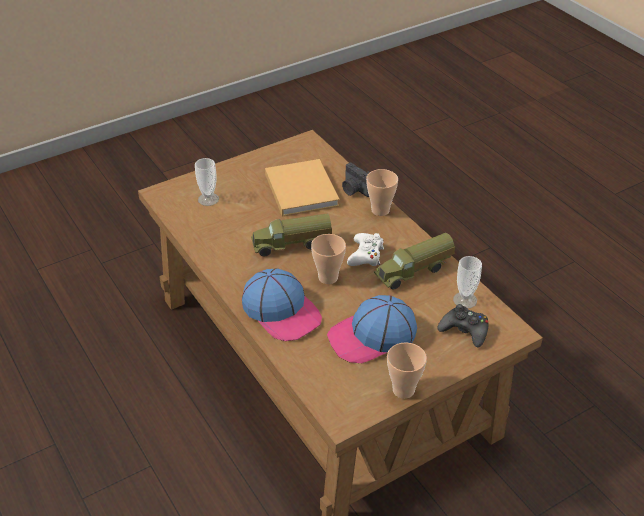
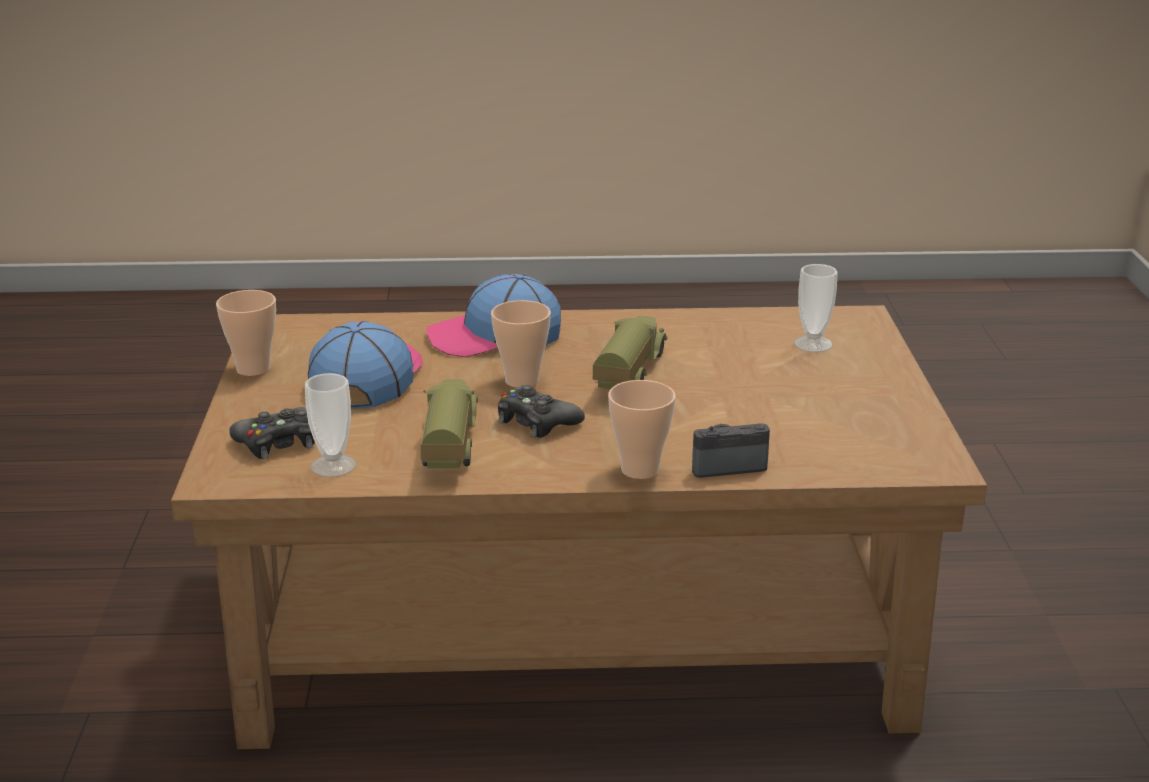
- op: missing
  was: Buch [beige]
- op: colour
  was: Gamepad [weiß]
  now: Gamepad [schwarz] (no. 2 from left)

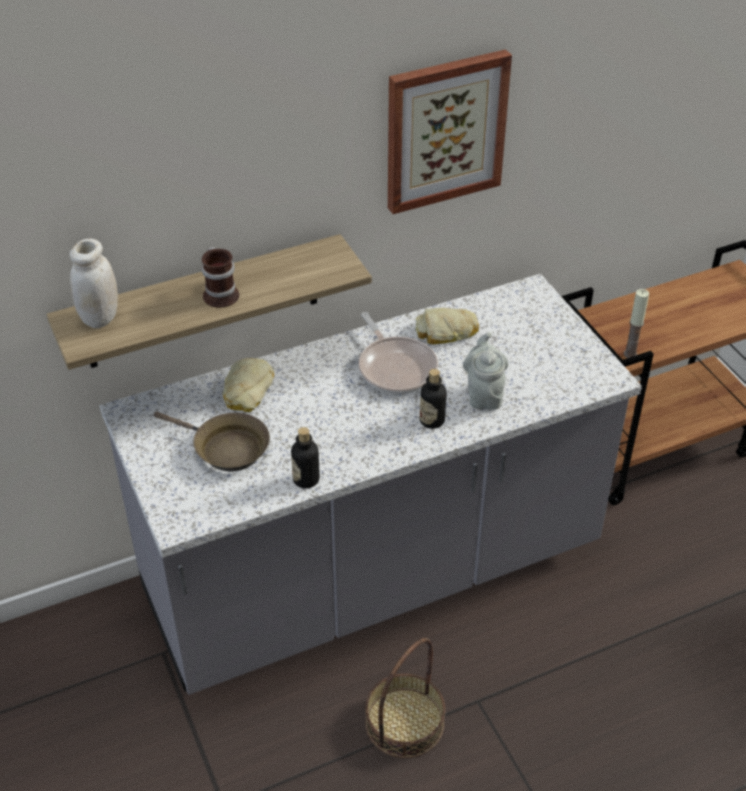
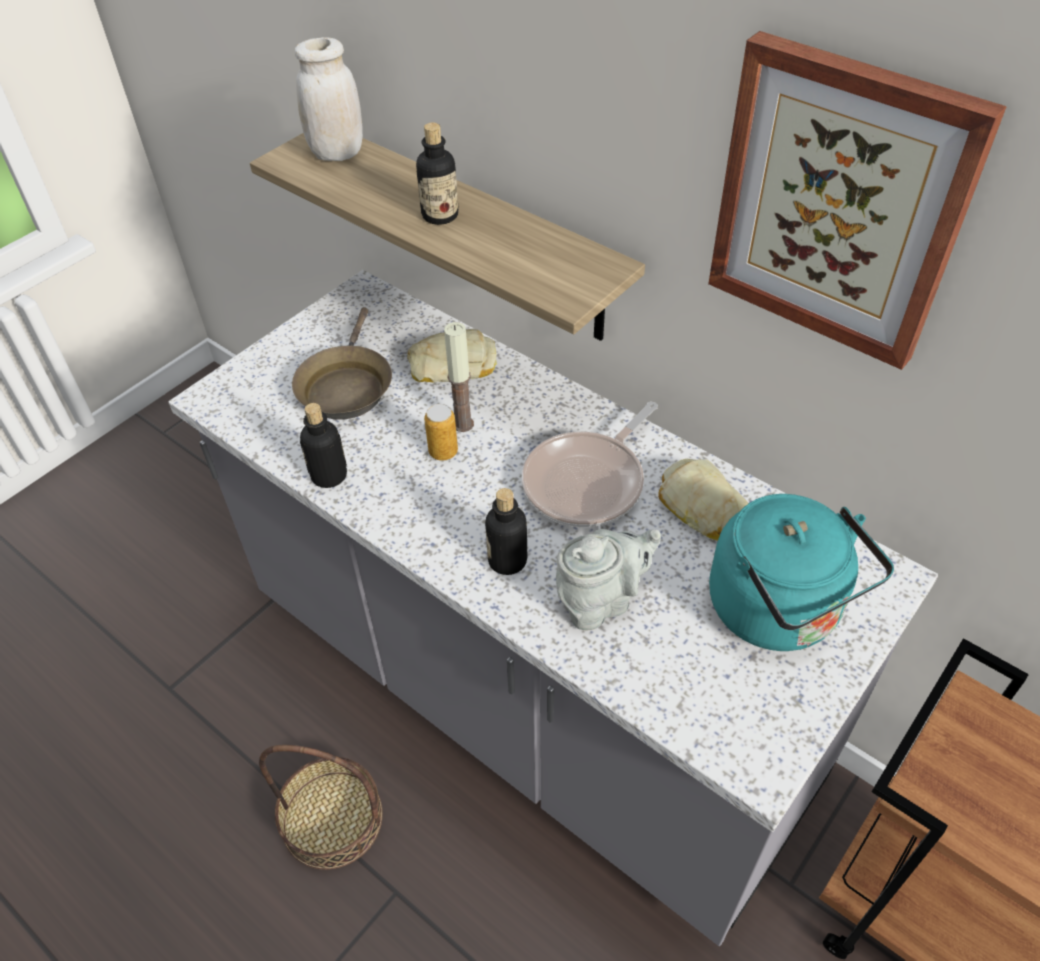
- op: appeared
  now: Dose
- op: appeared
  now: Wasserkessel [türkis]
- op: relocated
  was: Kerze
- op: exchanged
  was: Henkelbecher
  now: Flasche (no. 2 from left)

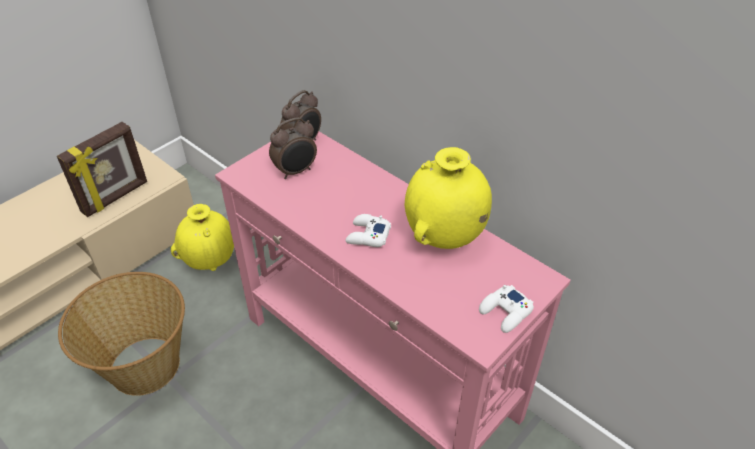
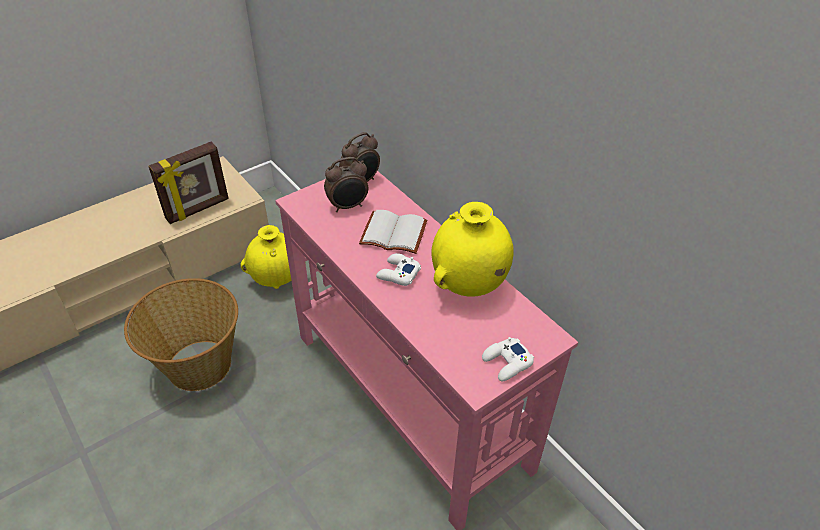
- op: appeared
  now: Buch [weiß]

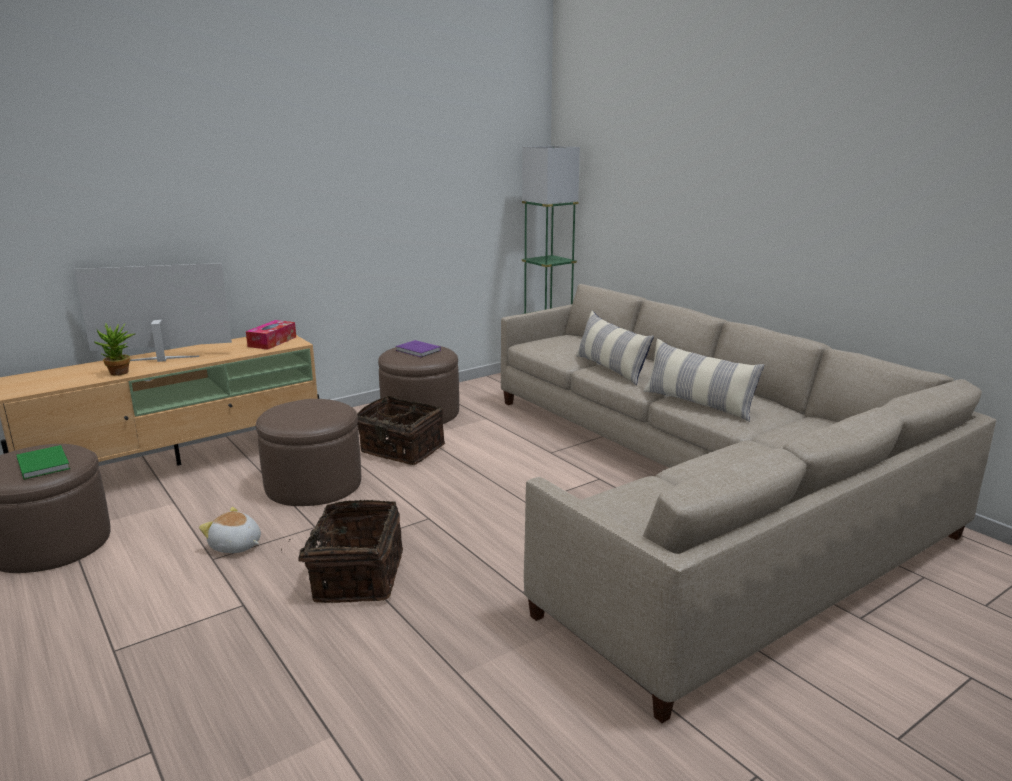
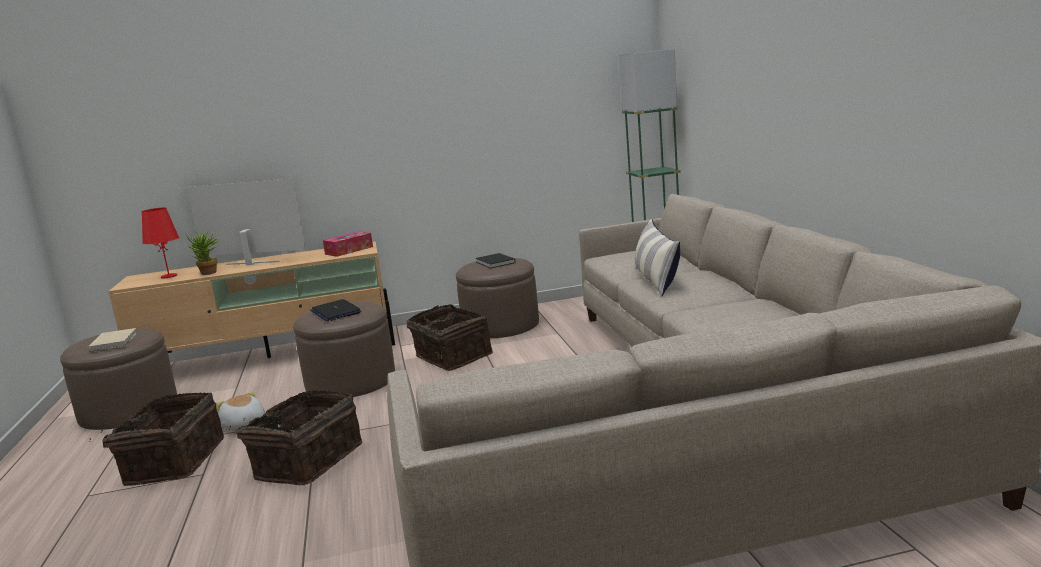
- op: missing
  was: Kissen (no. 2 from left)
- op: appeared
  now: Korb (no. 1 from left)
- op: appeared
  now: Tischlampe [rot]
- op: appeared
  now: Laptop
- op: colour
  was: Buch [grün]
  now: Buch [beige]
- op: colour
  was: Buch [lila]
  now: Buch [schwarz]

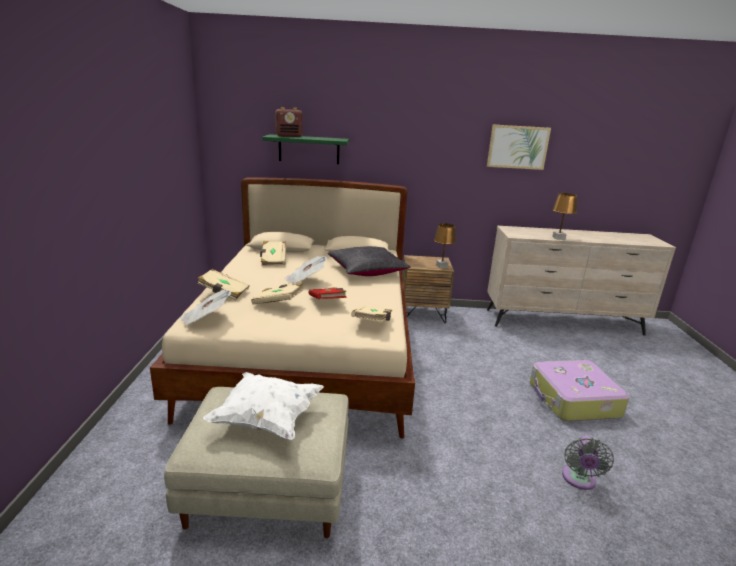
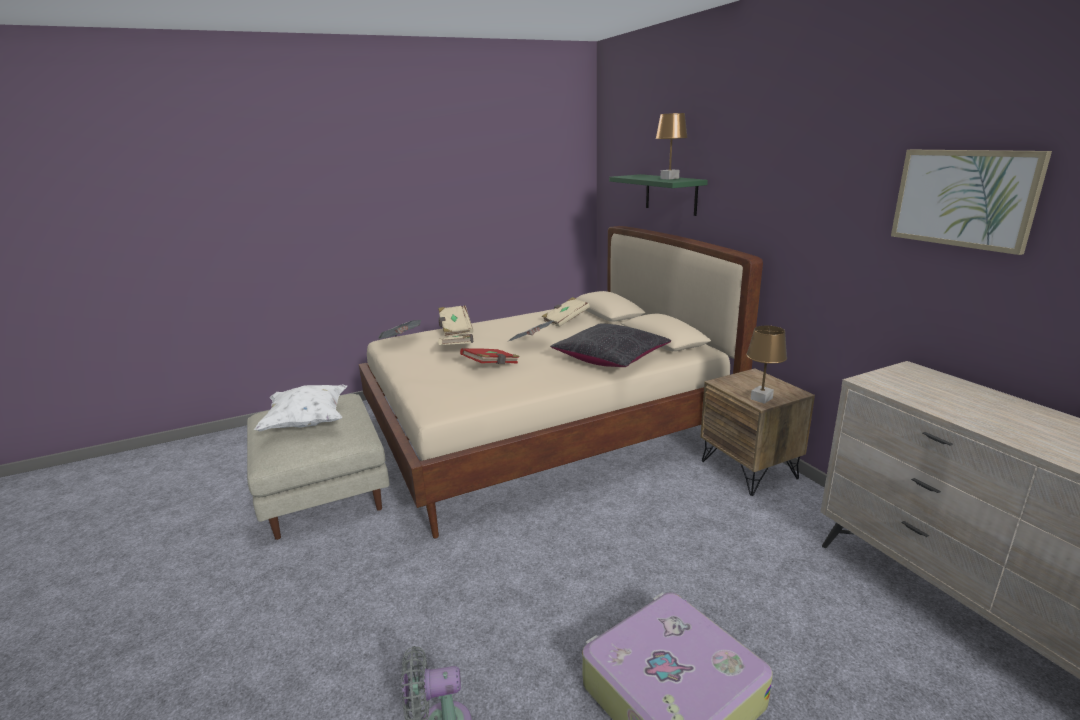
- op: missing
  was: Radio
- op: missing
  was: Buch [beige] (no. 4 from left)
- op: relocated
  was: Tischlampe [braun] (no. 2 from left in the first image)
  now: Tischlampe [braun] (no. 1 from left)

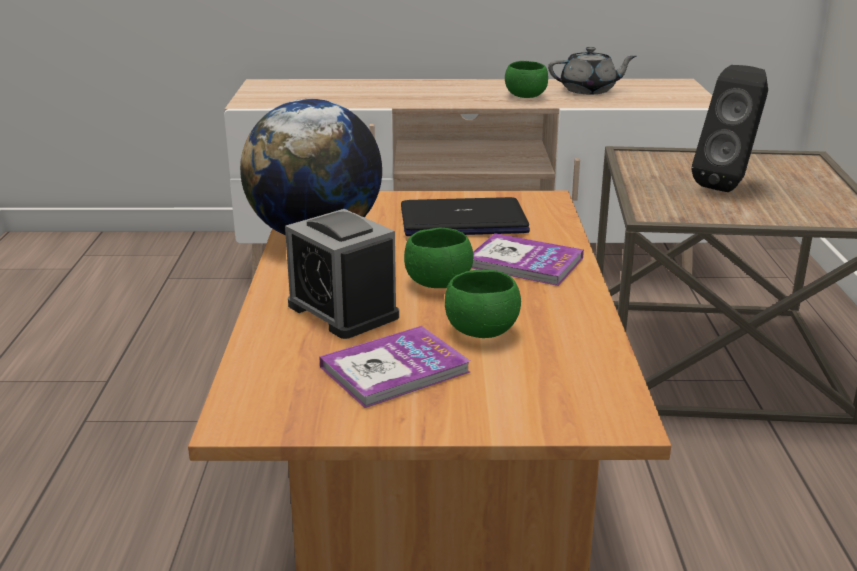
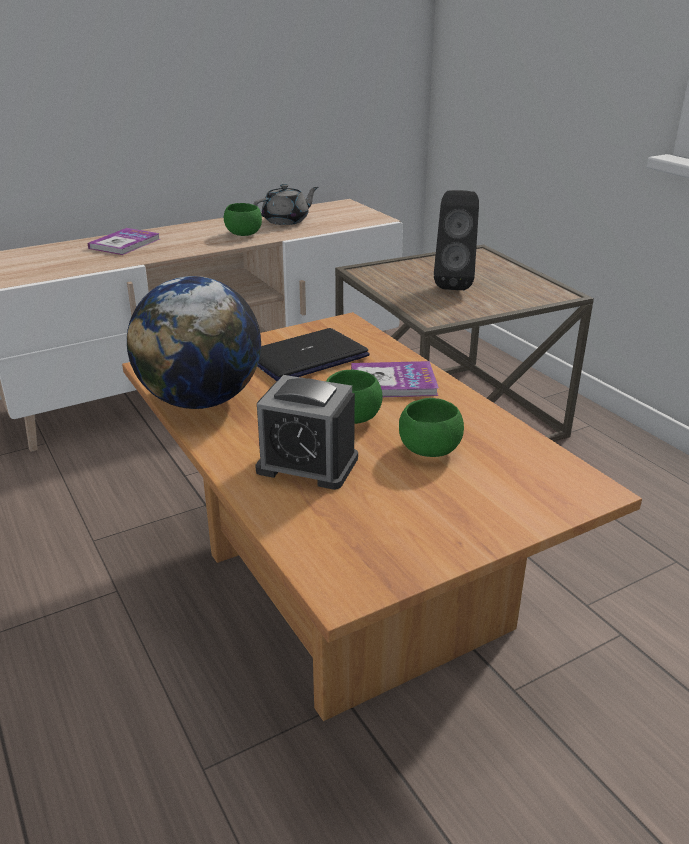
- op: relocated
  was: Buch (no. 1 from left)

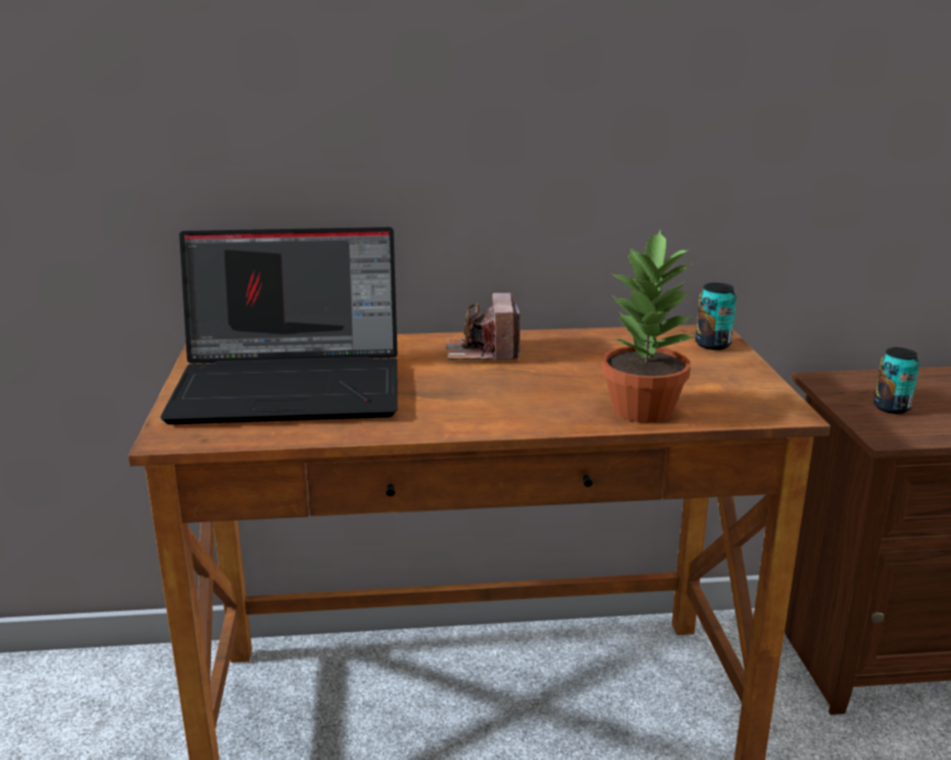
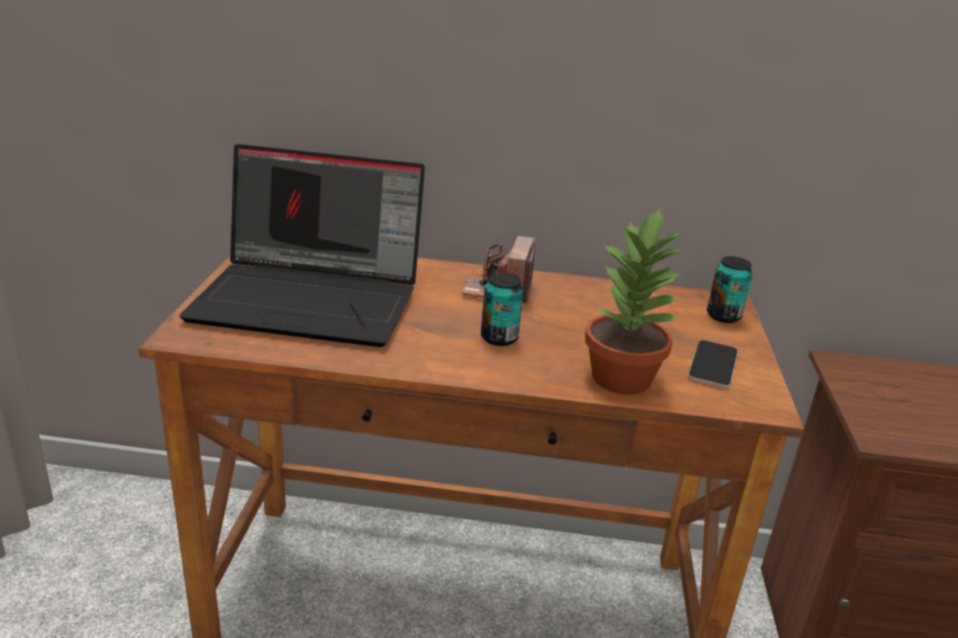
- op: appeared
  now: Handy
- op: relocated
  was: Dose (no. 2 from left in the first image)
  now: Dose (no. 1 from left)

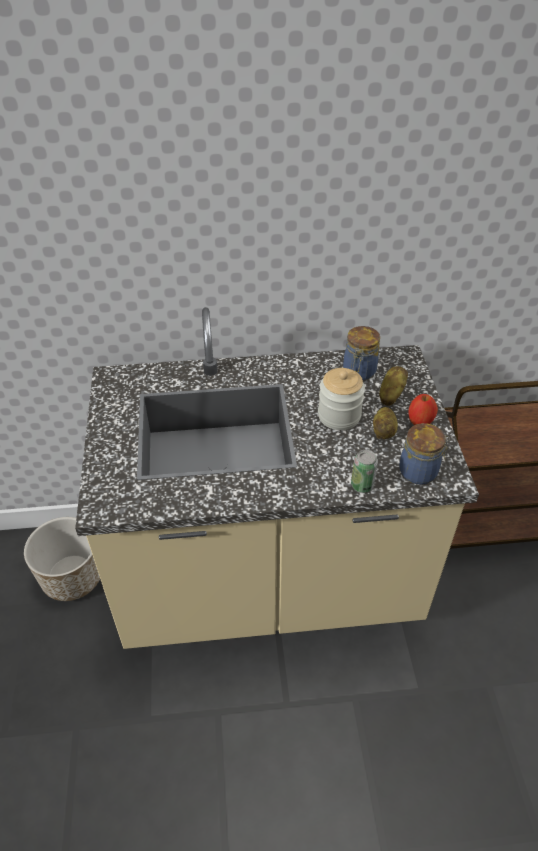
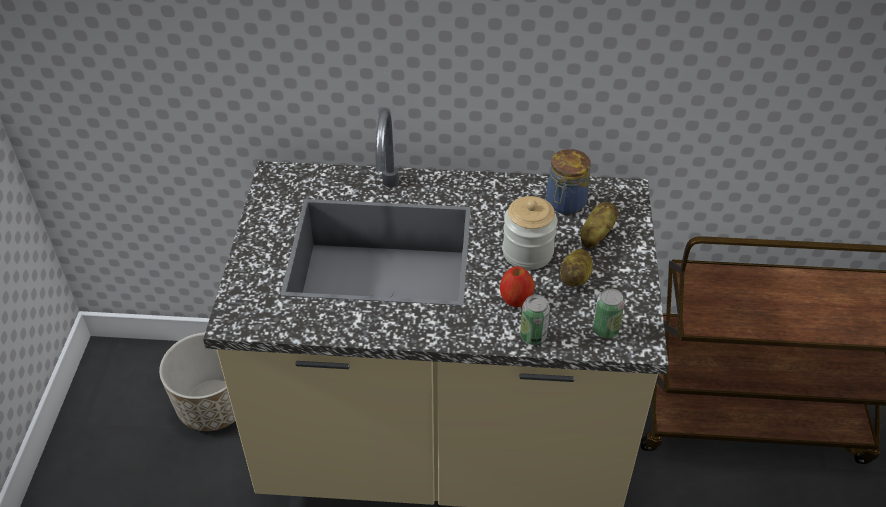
- op: relocated
  was: Apfel
- op: exchanged
  was: Vorratsglas (no. 3 from left)
  now: Dose (no. 2 from left)

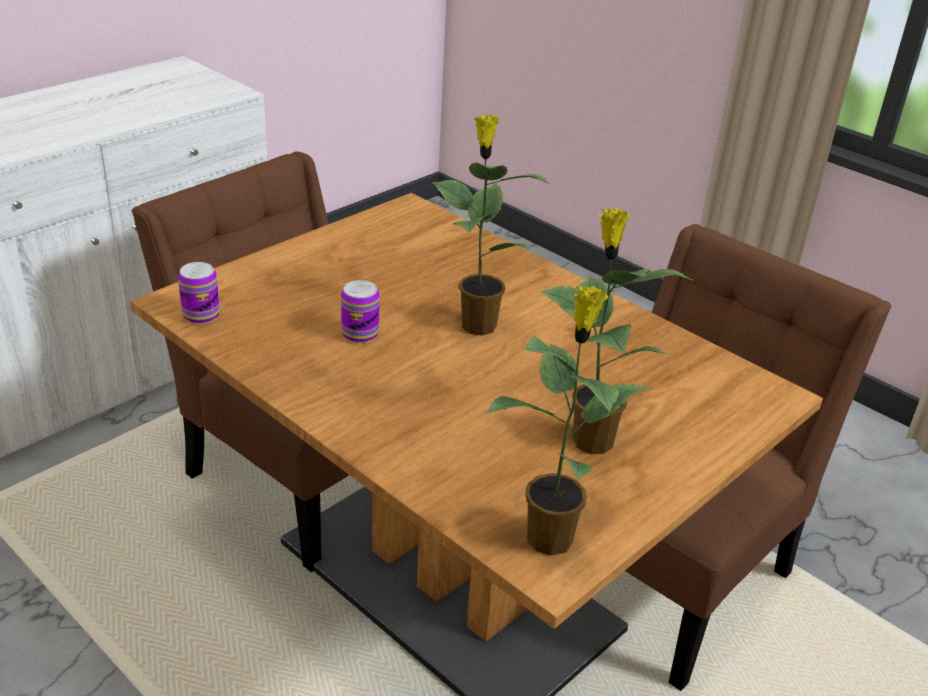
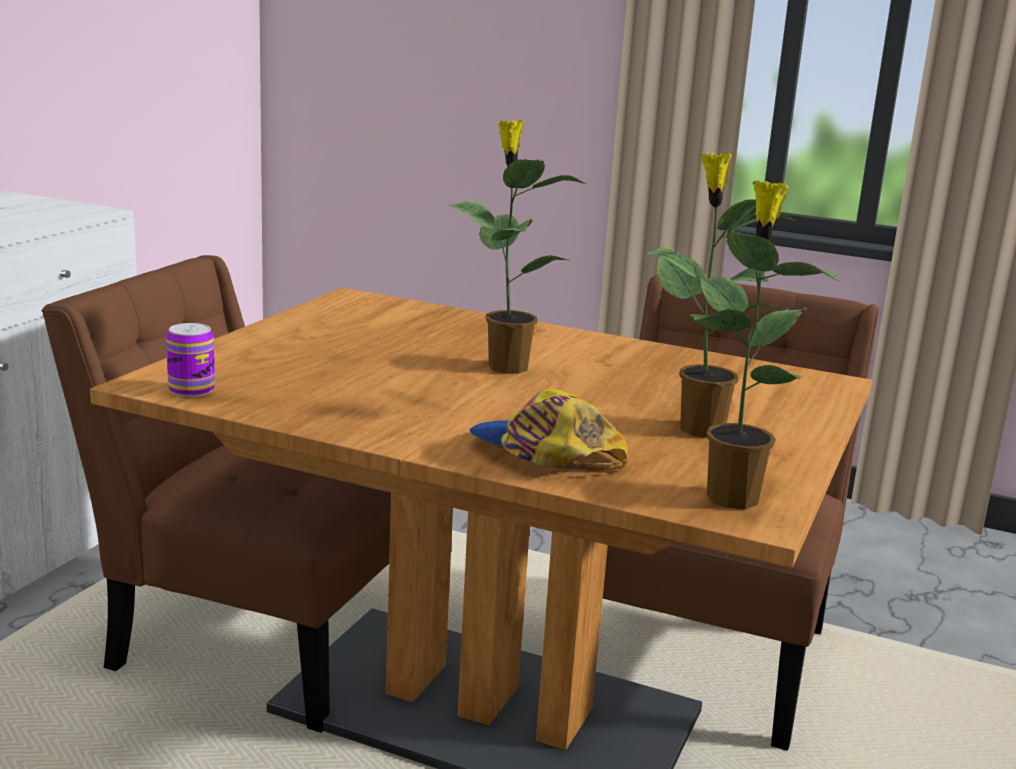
- op: missing
  was: Dose (no. 2 from left)
- op: appeared
  now: Kappe

